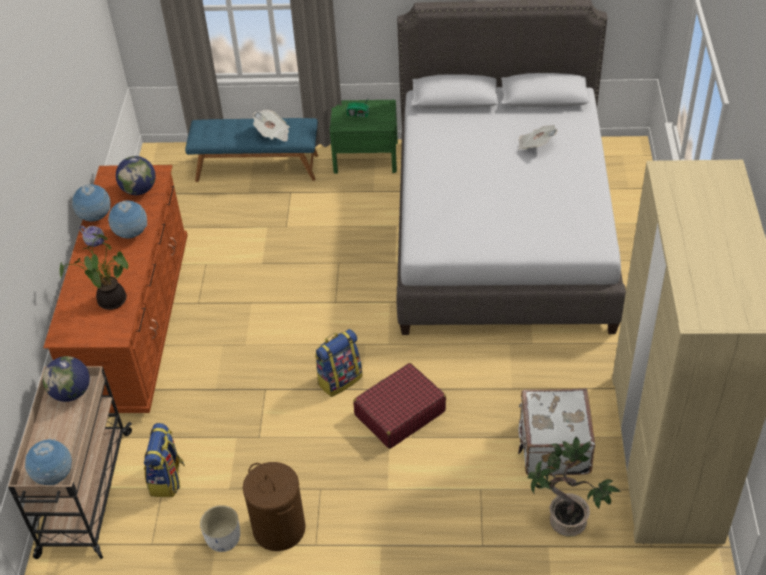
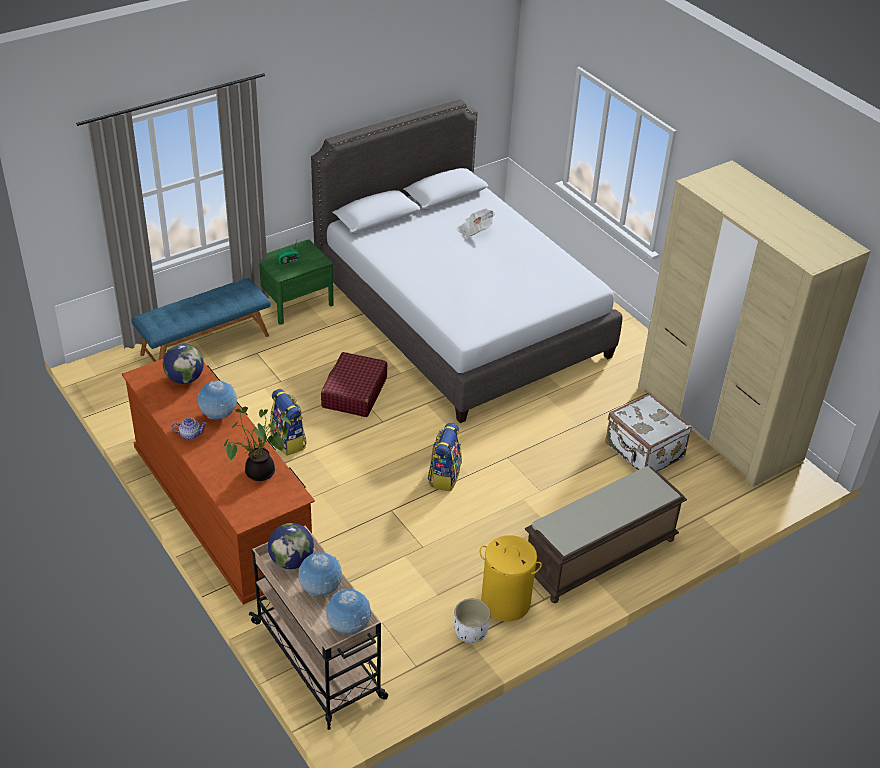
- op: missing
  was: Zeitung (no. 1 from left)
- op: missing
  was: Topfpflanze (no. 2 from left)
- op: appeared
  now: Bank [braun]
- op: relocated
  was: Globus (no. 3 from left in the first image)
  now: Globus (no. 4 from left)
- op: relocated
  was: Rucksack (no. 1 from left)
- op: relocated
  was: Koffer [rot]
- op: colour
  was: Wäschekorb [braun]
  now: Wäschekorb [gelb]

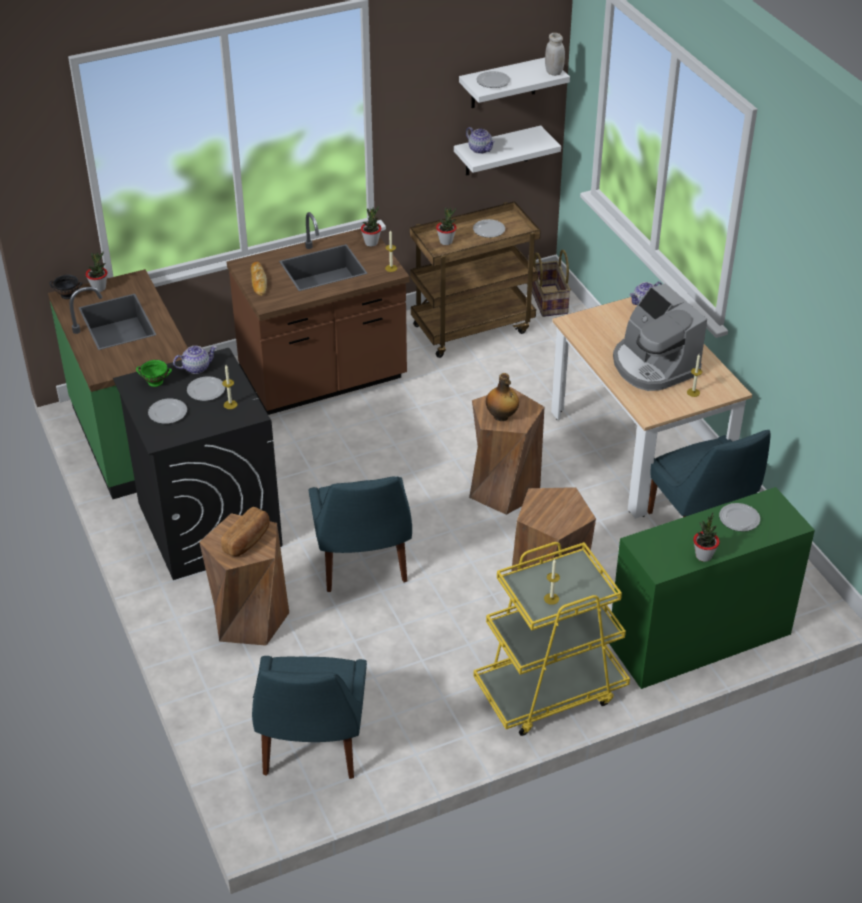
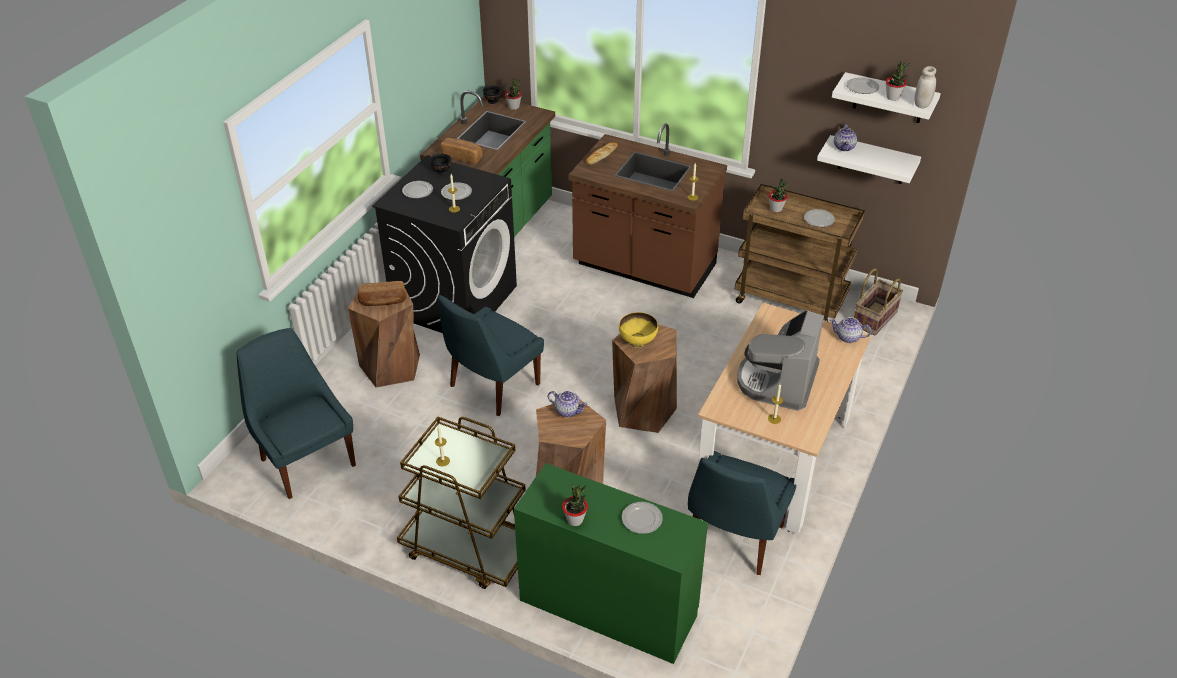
- op: appeared
  now: Brot (no. 2 from left)
- op: relocated
  was: Teekanne (no. 1 from left)
- op: relocated
  was: Topfpflanze (no. 2 from left in the first image)
  now: Topfpflanze (no. 4 from left)
- op: exchanged
  was: Flasche
  now: Schüssel [gelb]
- op: colour
  was: Schüssel [grün]
  now: Schüssel [schwarz] (no. 1 from left)
- op: colour
  was: Rollwagen [gelb]
  now: Rollwagen [braun] (no. 1 from left)
- op: spun
  was: Stuhl [blau] (no. 1 from left)
  clockwise: 90

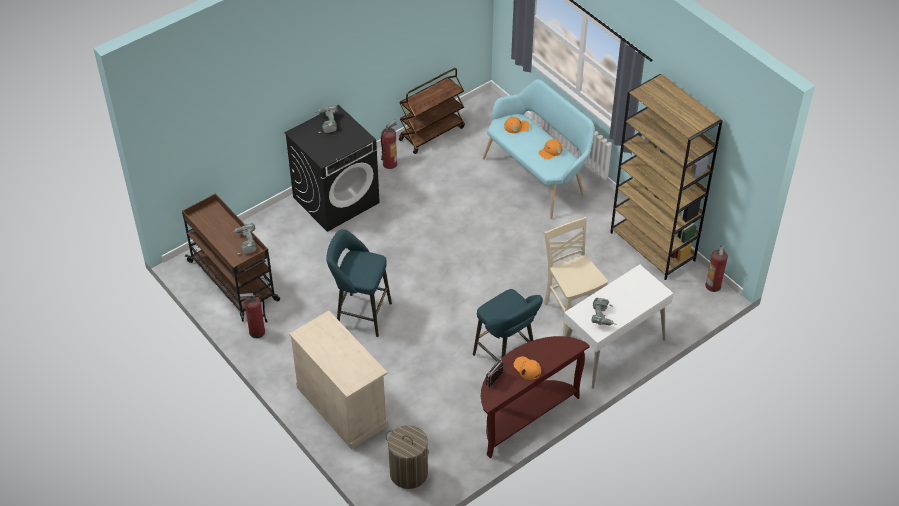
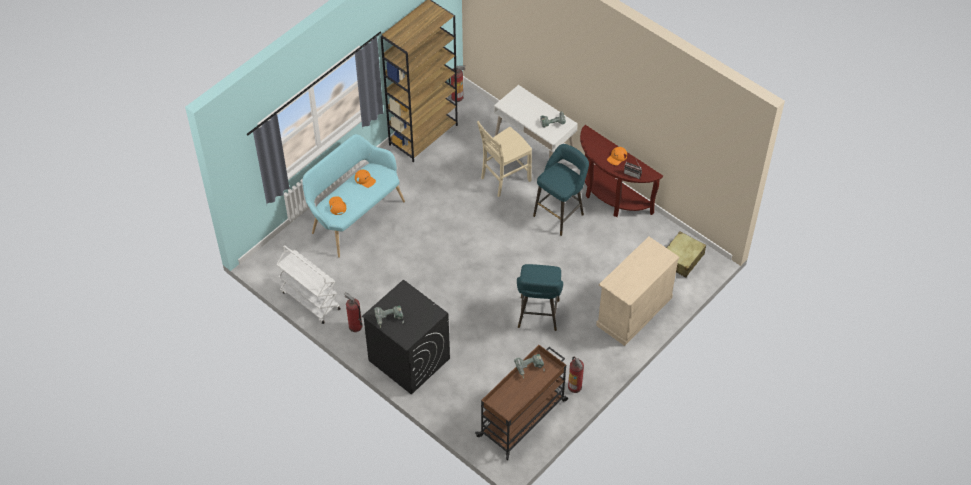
- op: exchanged
  was: Wäschekorb
  now: Koffer [beige]
- op: colour
  was: Rollwagen [braun] (no. 2 from left)
  now: Rollwagen [weiß]

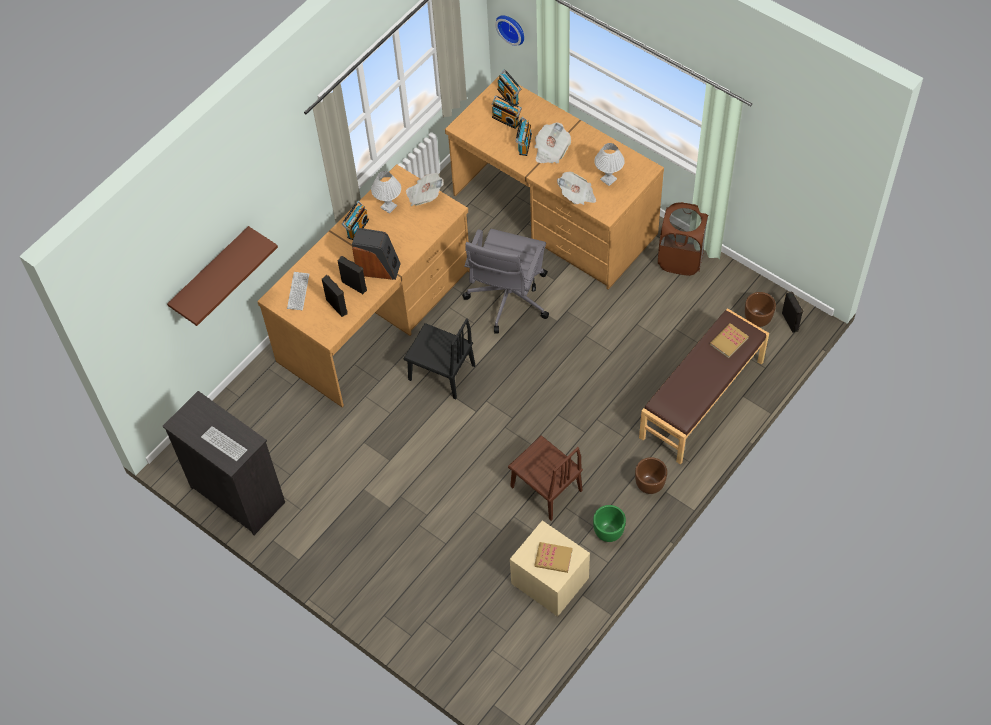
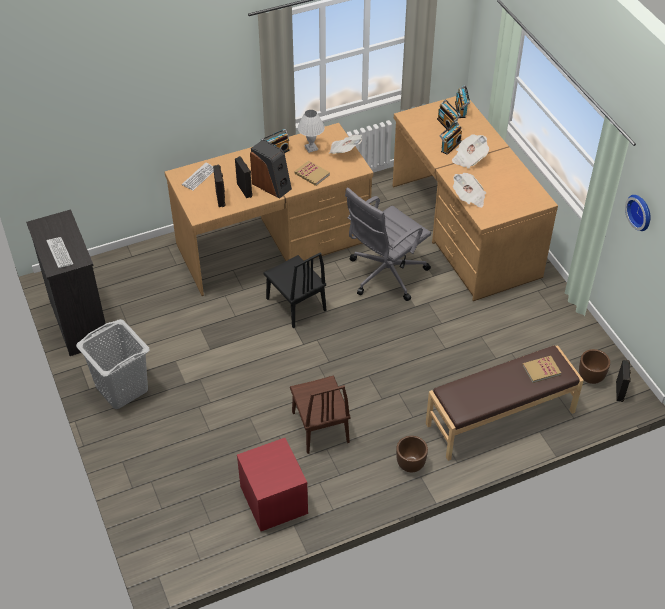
- op: missing
  was: Wandregal [braun]
- op: missing
  was: Pflanzkübel [grün]
- op: missing
  was: Tischlampe [weiß] (no. 2 from left)
- op: missing
  was: Wäschekorb [braun]
- op: appeared
  now: Wäschekorb [grau]
- op: relocated
  was: Wanduhr
- op: relocated
  was: Buch (no. 1 from left)
- op: colour
  was: Nachttisch [beige]
  now: Nachttisch [rot]

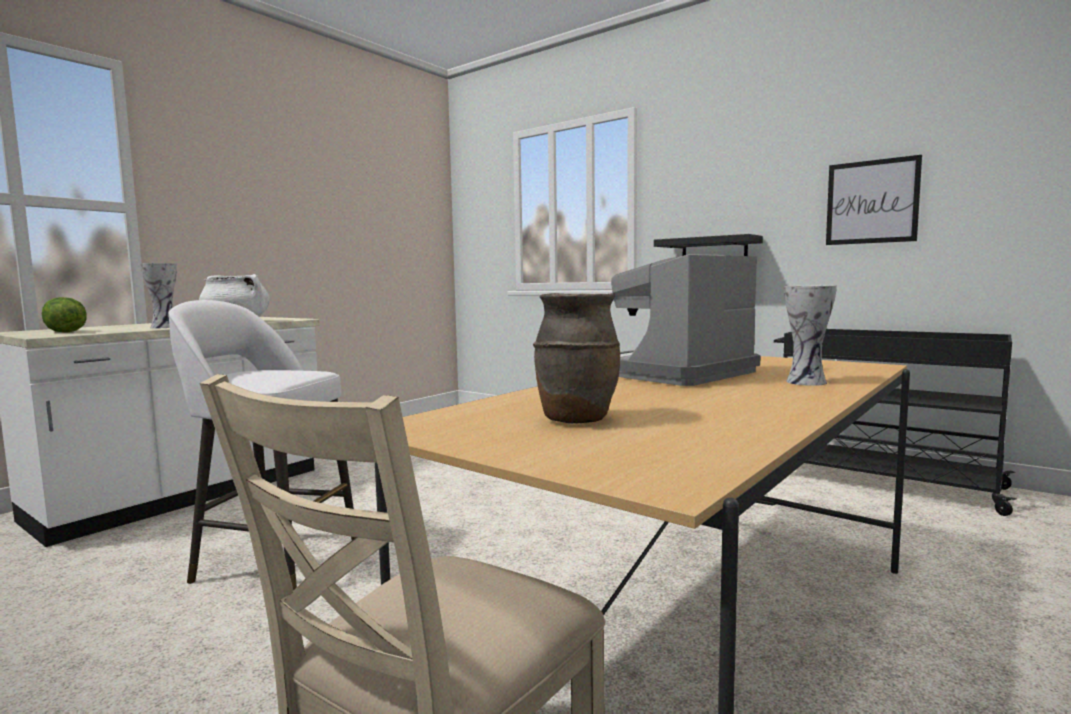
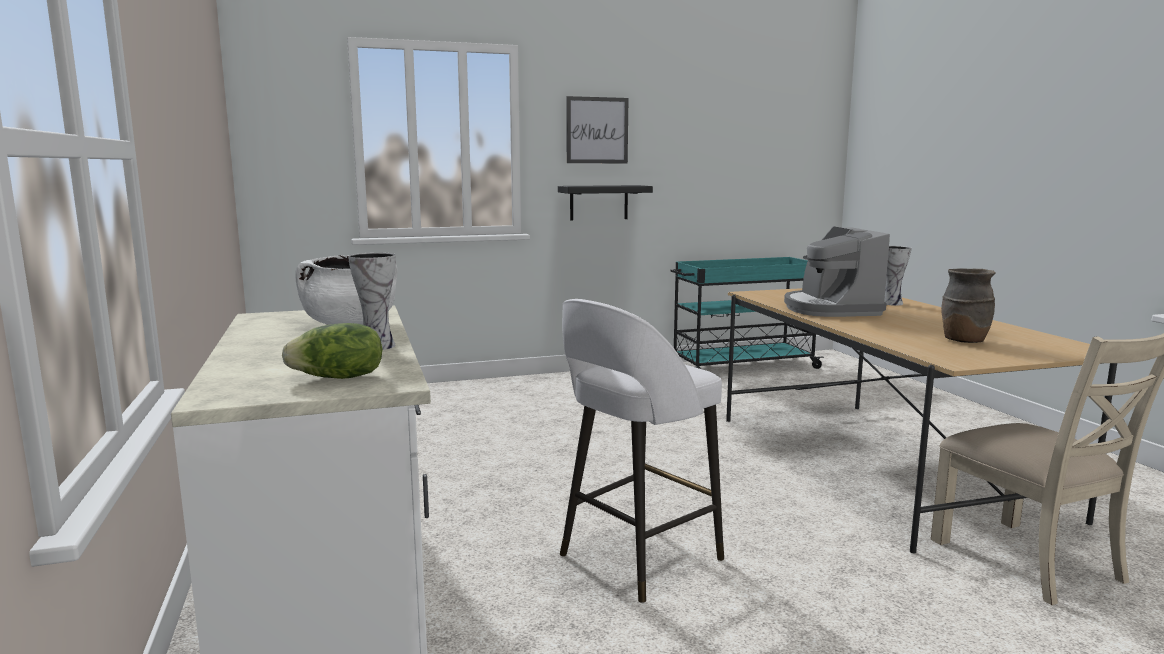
- op: relocated
  was: Bild
- op: colour
  was: Rollwagen [schwarz]
  now: Rollwagen [türkis]

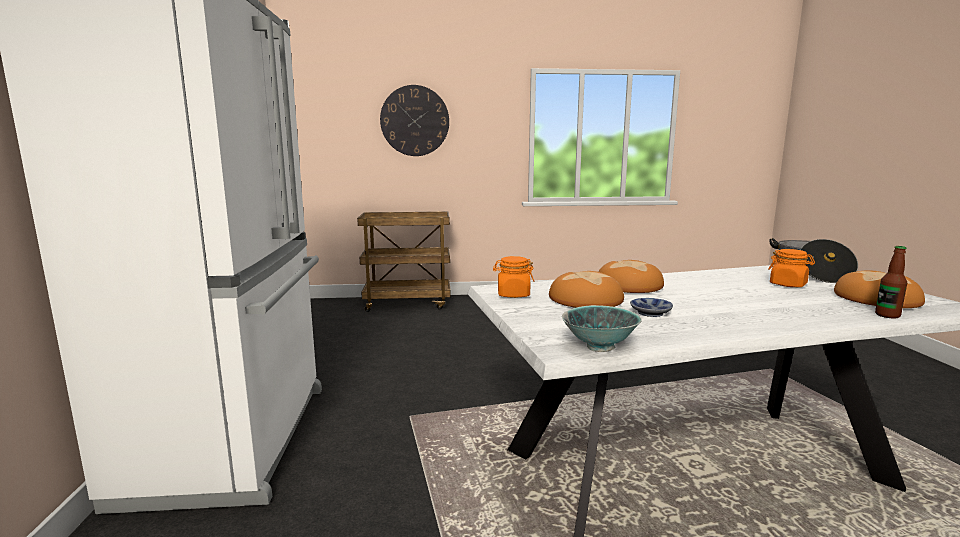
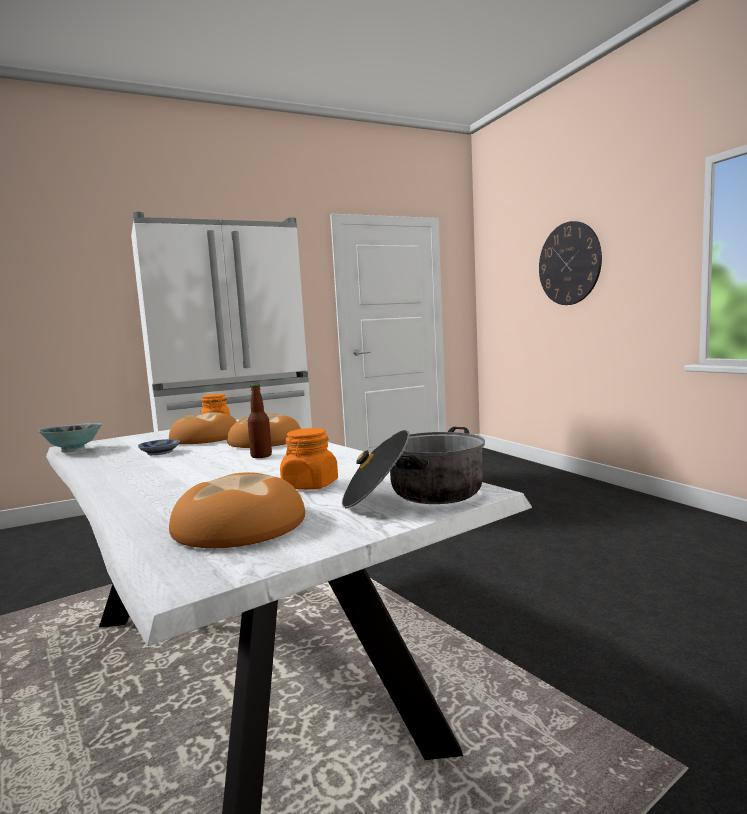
- op: missing
  was: Rollwagen [braun]
- op: relocated
  was: Flasche

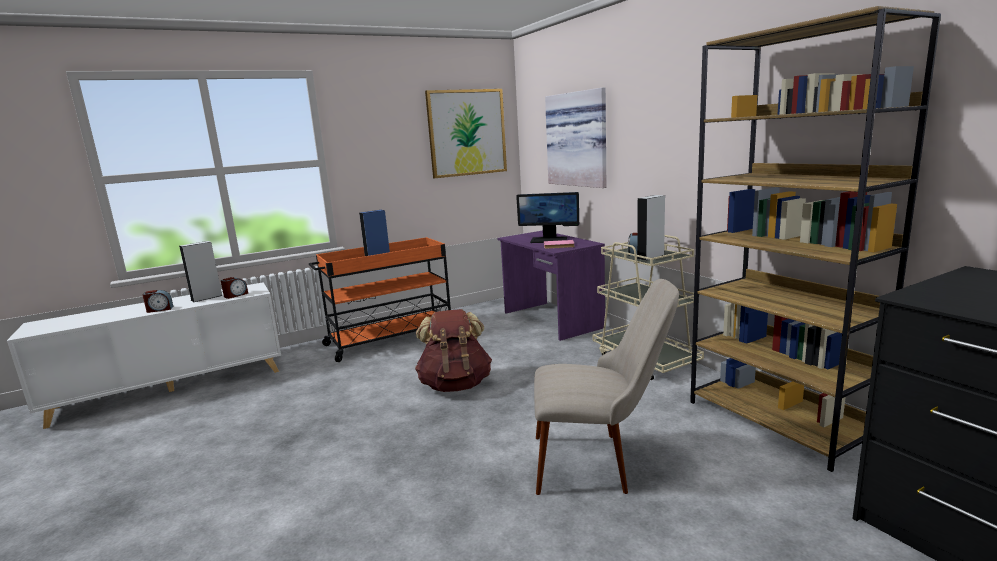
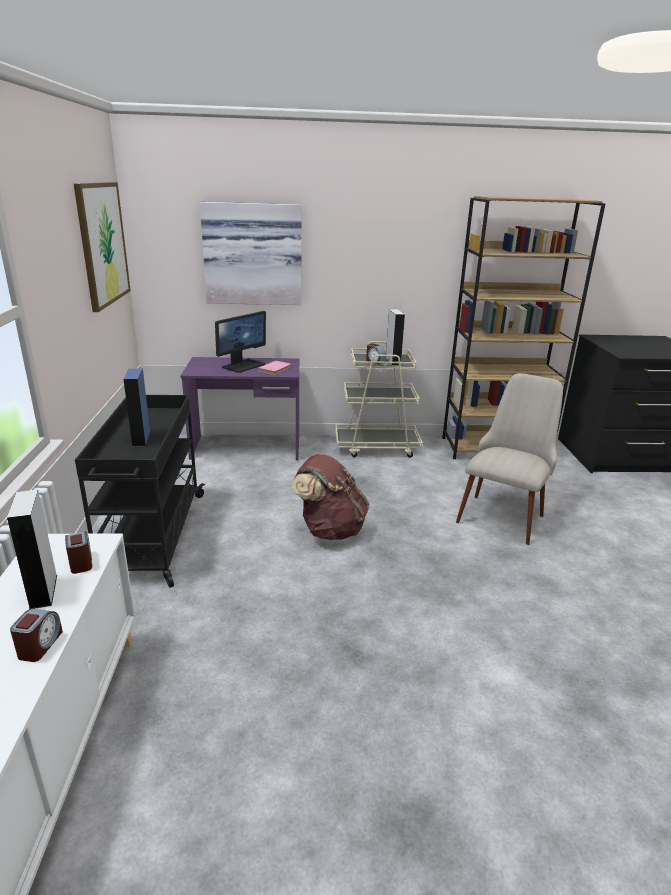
- op: colour
  was: Rollwagen [orange]
  now: Rollwagen [schwarz]

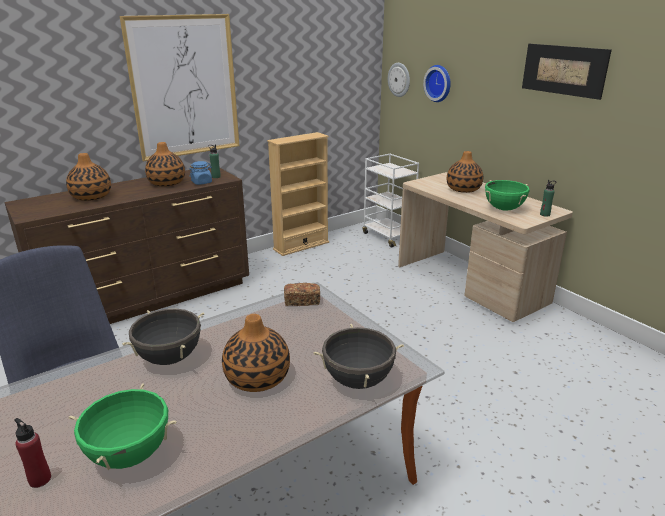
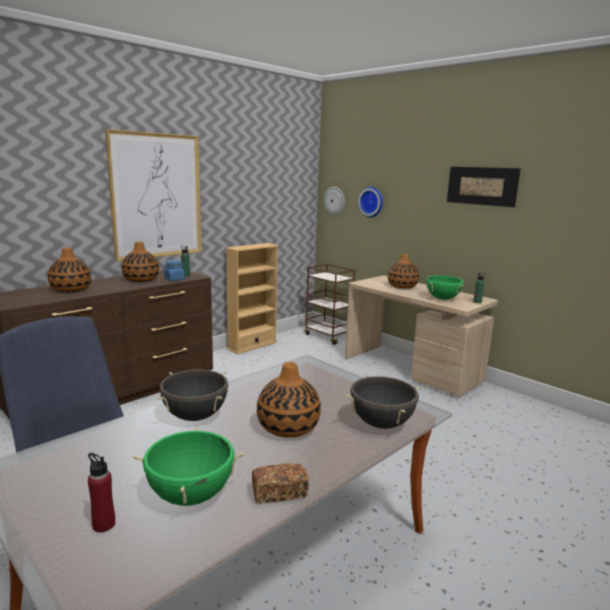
- op: relocated
  was: Brot
- op: colour
  was: Rollwagen [weiß]
  now: Rollwagen [braun]

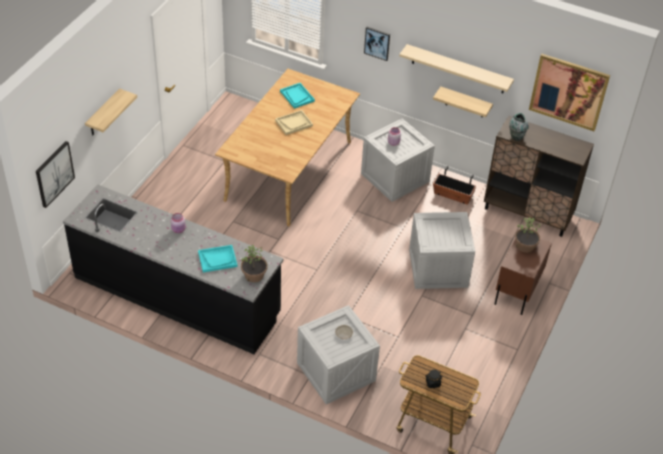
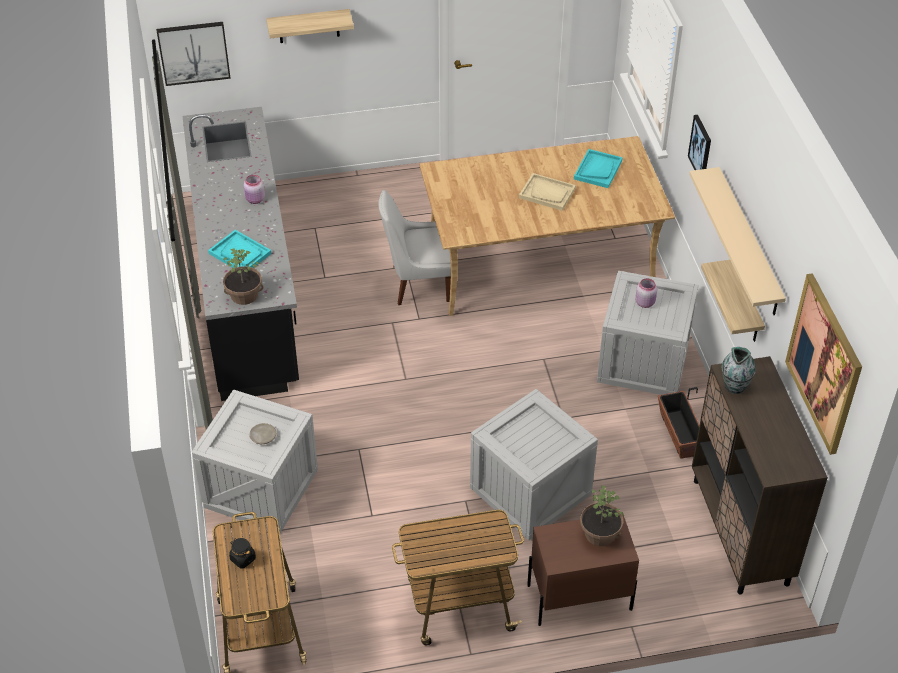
- op: appeared
  now: Stuhl [weiß]
- op: appeared
  now: Rollwagen (no. 2 from left)

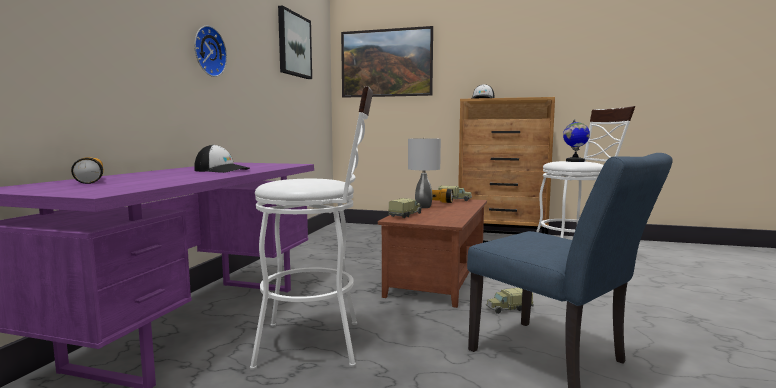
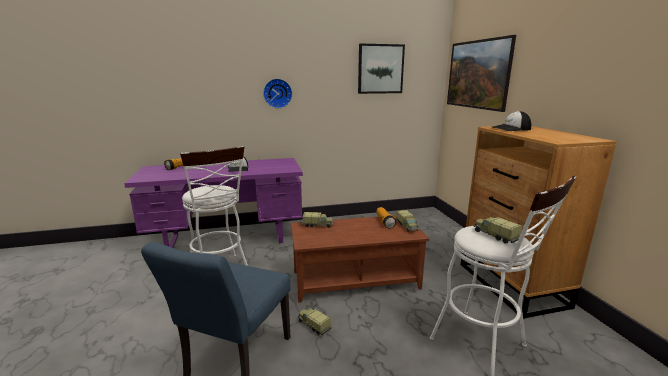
- op: missing
  was: Tischlampe [grau]
- op: exchanged
  was: Globus
  now: Spielzeuglaster (no. 4 from left)

